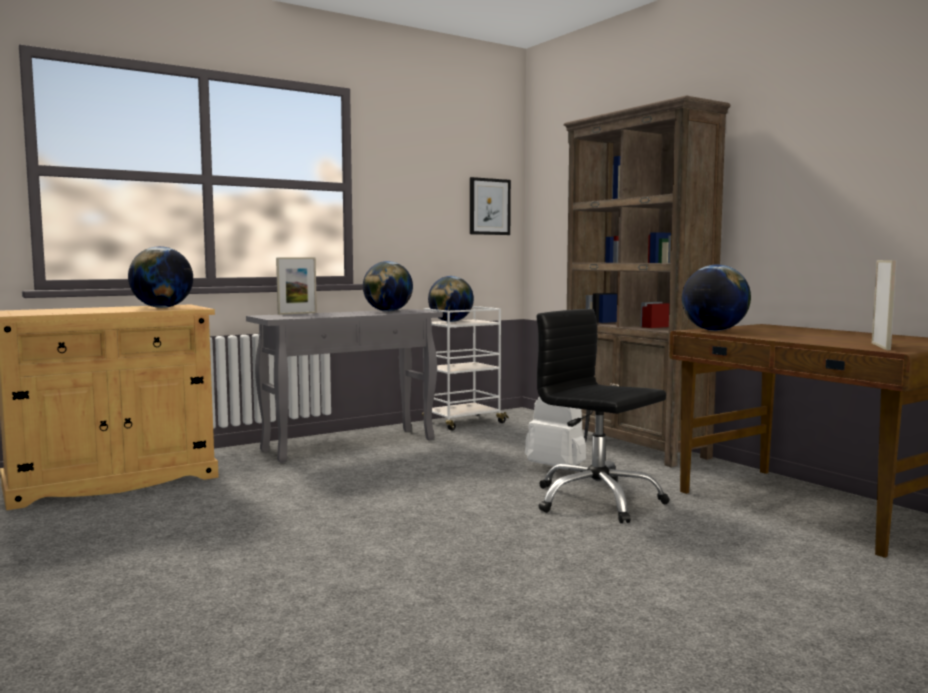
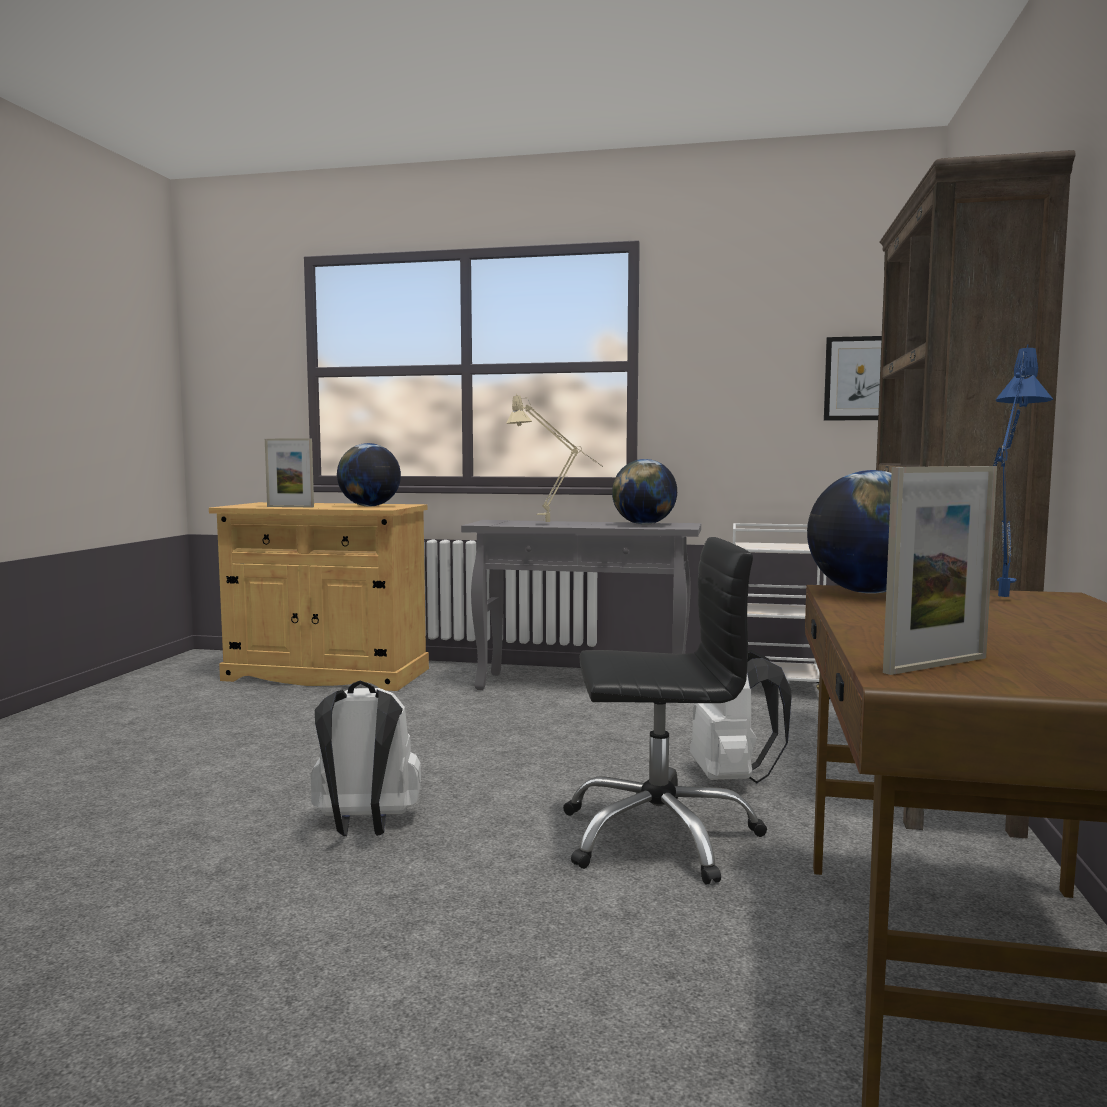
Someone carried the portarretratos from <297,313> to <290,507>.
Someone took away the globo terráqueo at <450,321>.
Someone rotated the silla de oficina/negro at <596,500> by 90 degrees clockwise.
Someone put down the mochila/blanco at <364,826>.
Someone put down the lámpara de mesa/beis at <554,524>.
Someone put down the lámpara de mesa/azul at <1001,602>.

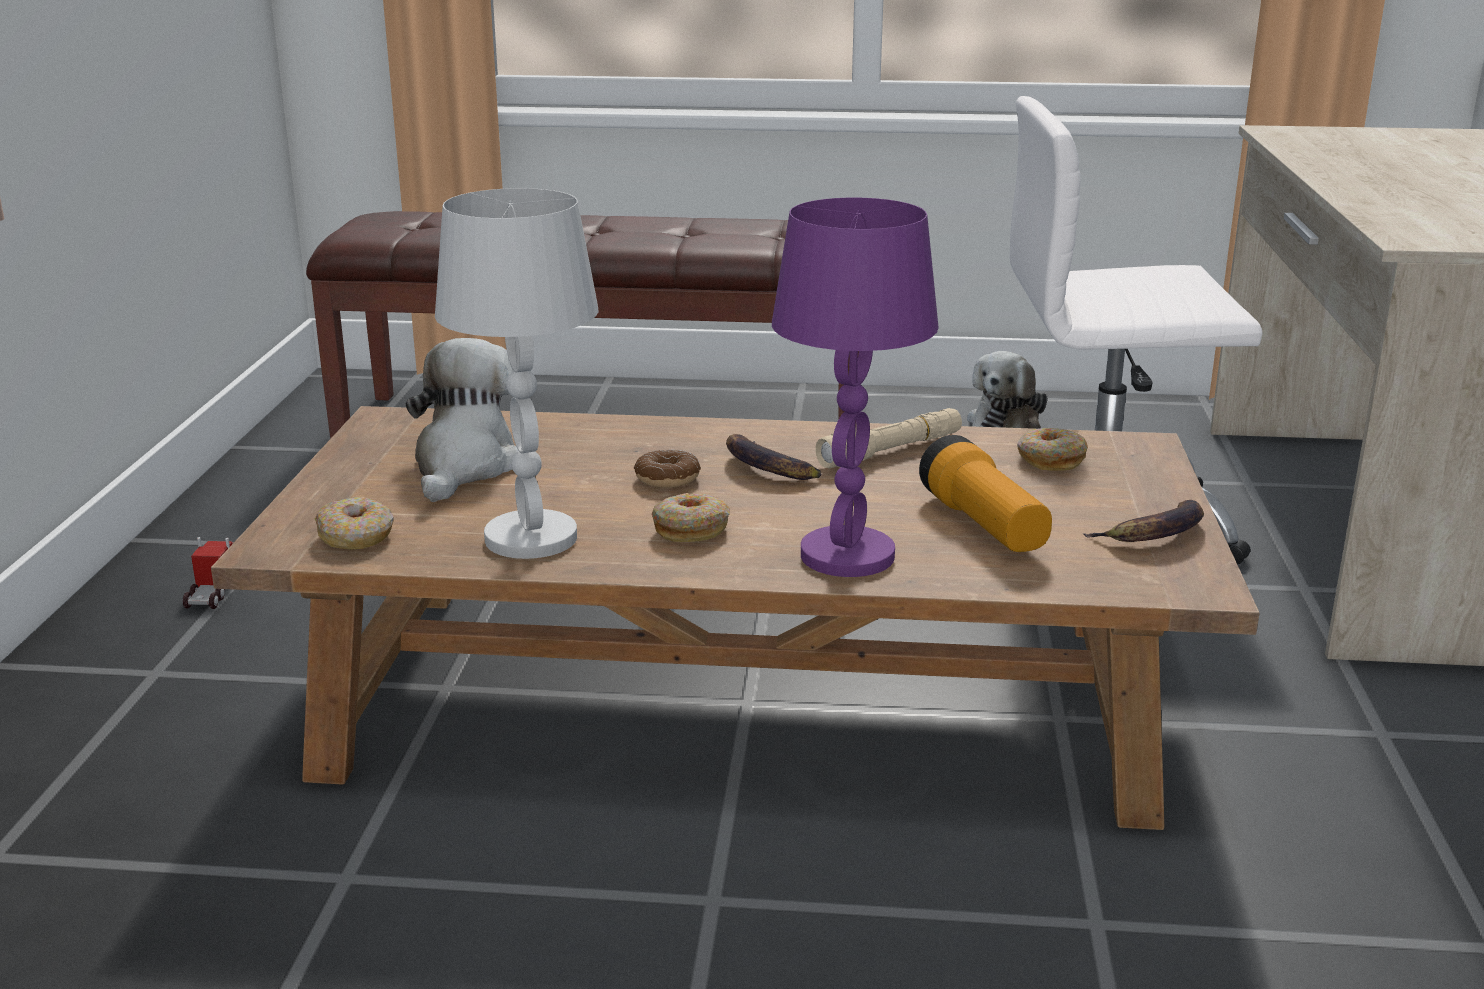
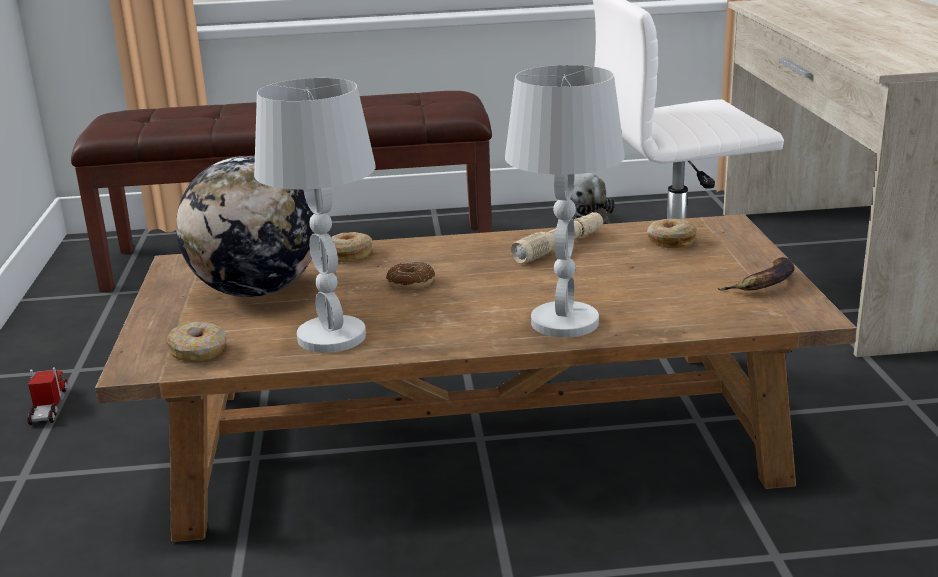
Someone swapped the peluche at <465,466> for the globo terráqueo at <256,291>.
Someone carried the rosquilla from <691,529> to <349,254>.
Someone took away the plátano at <766,467>.
Someone repainted the lámpara de mesa/morado at <847,555>, which became the lámpara de mesa/blanco at <564,322>.
Someone took away the linterna at <983,525>.

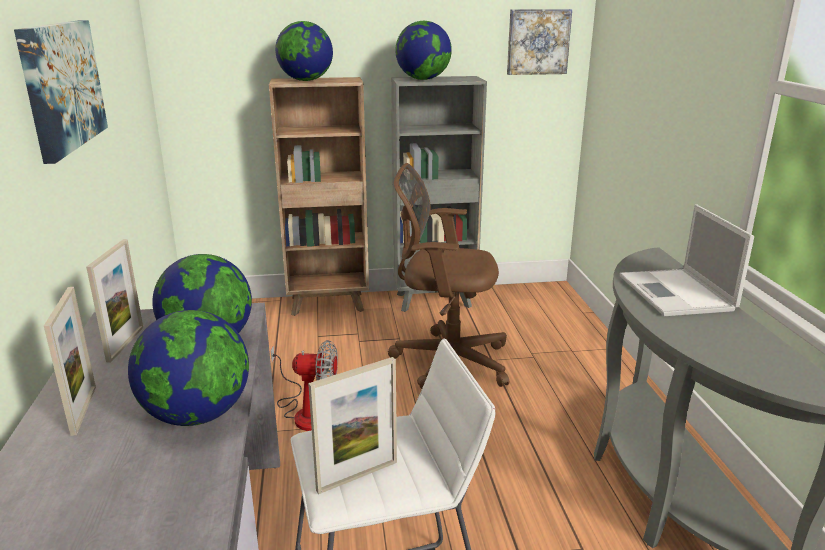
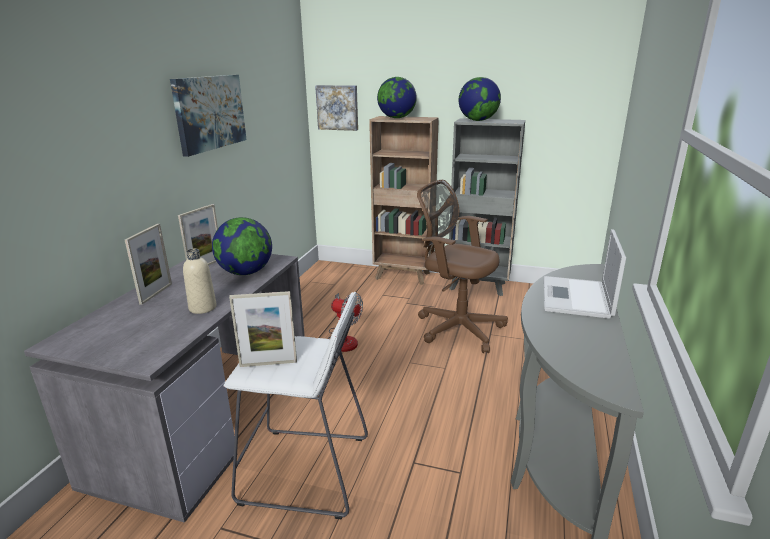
Someone swapped the globo terráqueo at <197,415> for the botella/beis at <202,308>.
Someone carried the cuadro from <537,42> to <338,107>.

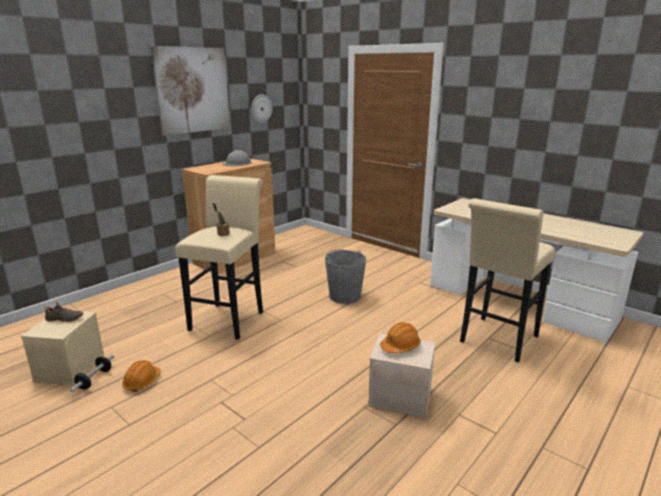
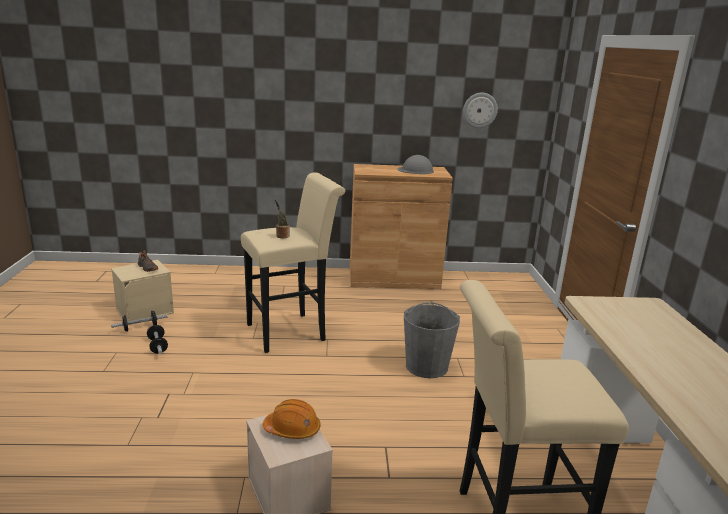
Someone swapped the casco/naranja at <142,382> for the mancuerna at <157,346>.
Someone took away the cuadro at <193,90>.

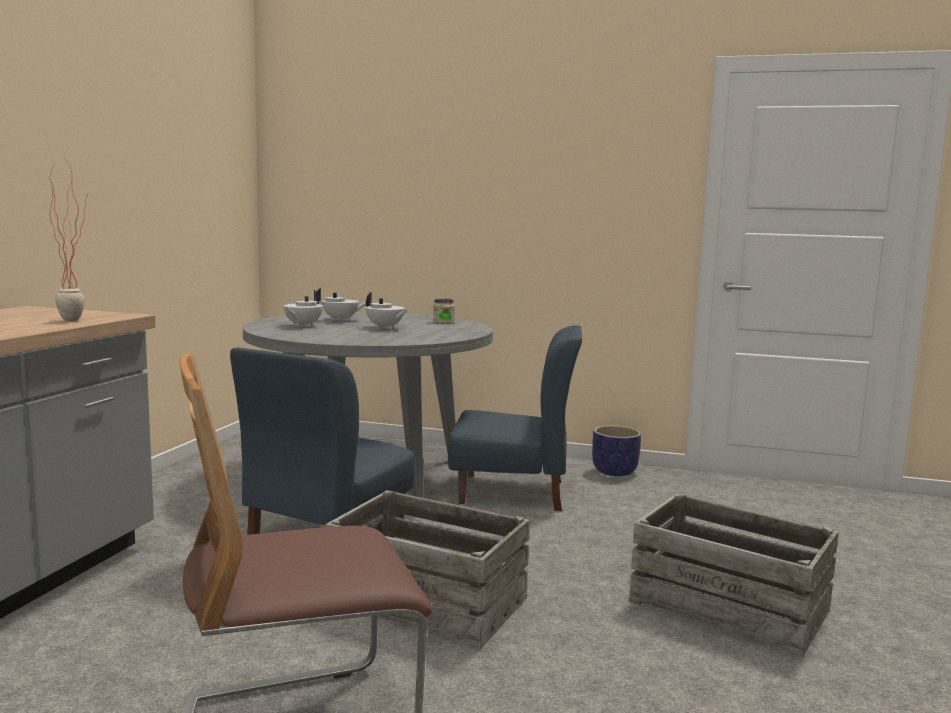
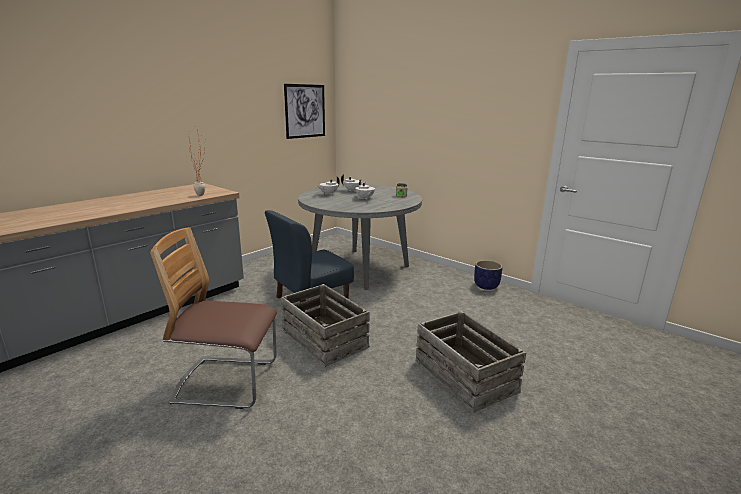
Someone took away the silla/azul at <513,492>.
Someone put up the cuadro at <305,111>.

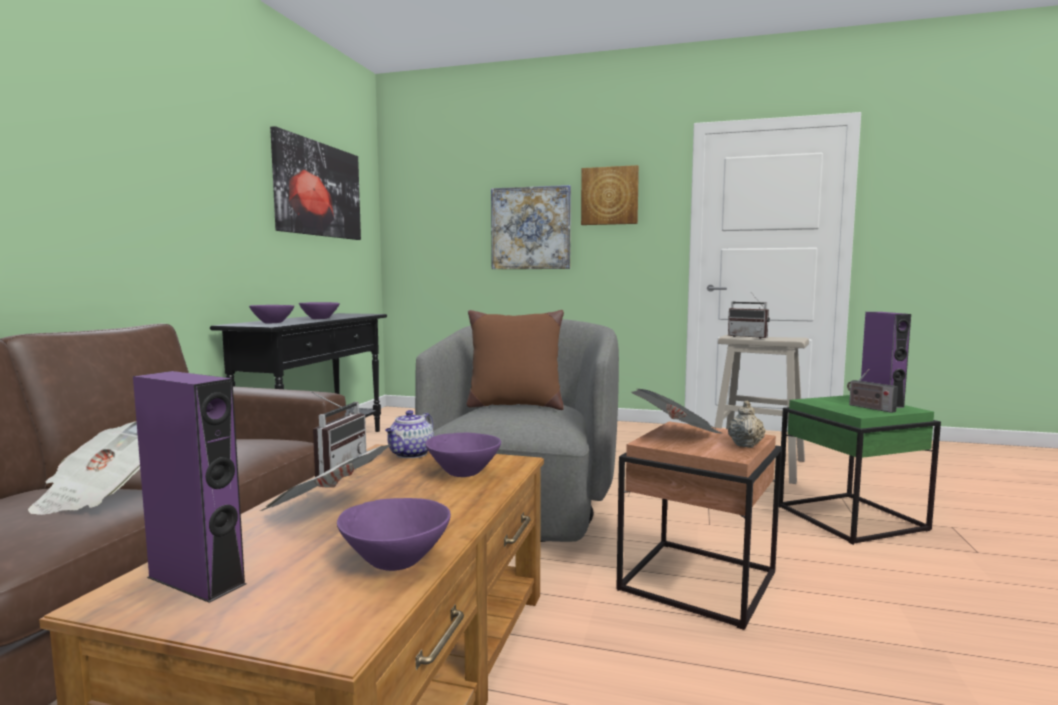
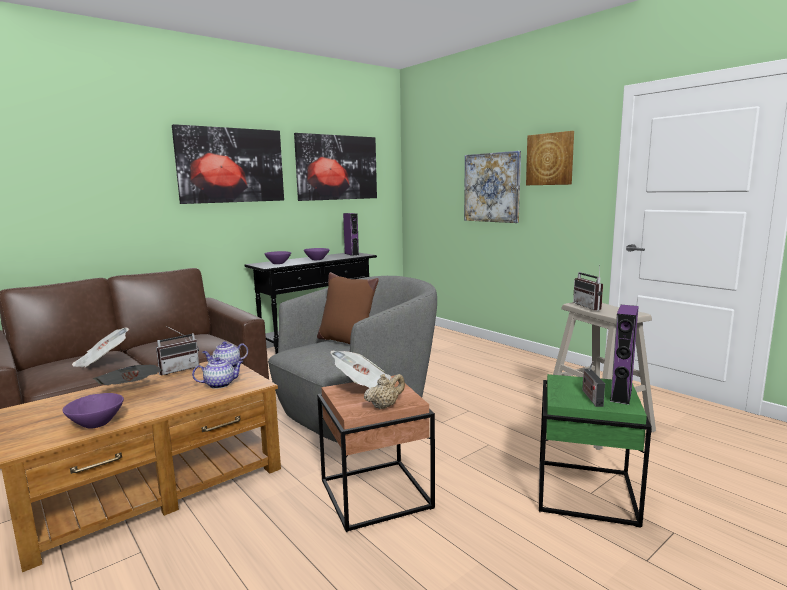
Someone carried the altavoz/morado from <196,580> to <351,254>.
Someone swapped the cuenco/morado at <463,472> for the tetera at <220,384>.
Someone put up the cuadro at <231,165>.

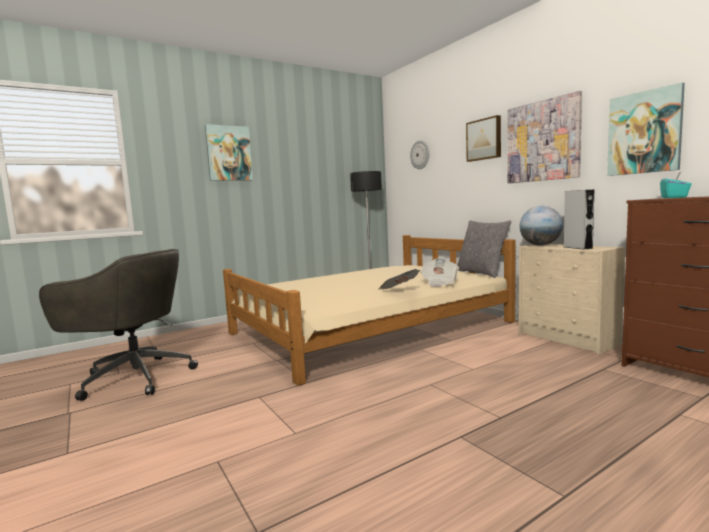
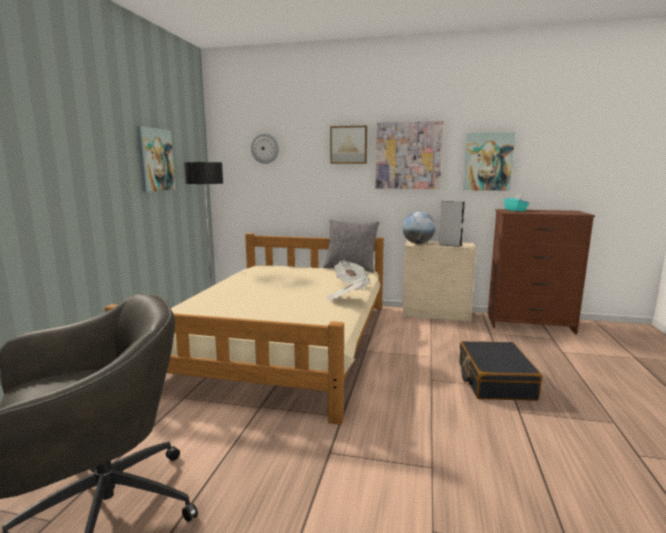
Someone carried the cuadro from <229,153> to <155,159>.
Someone put down the maleta/negro at <494,381>.

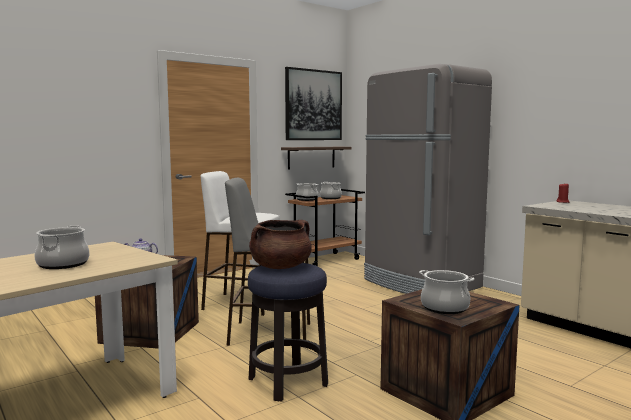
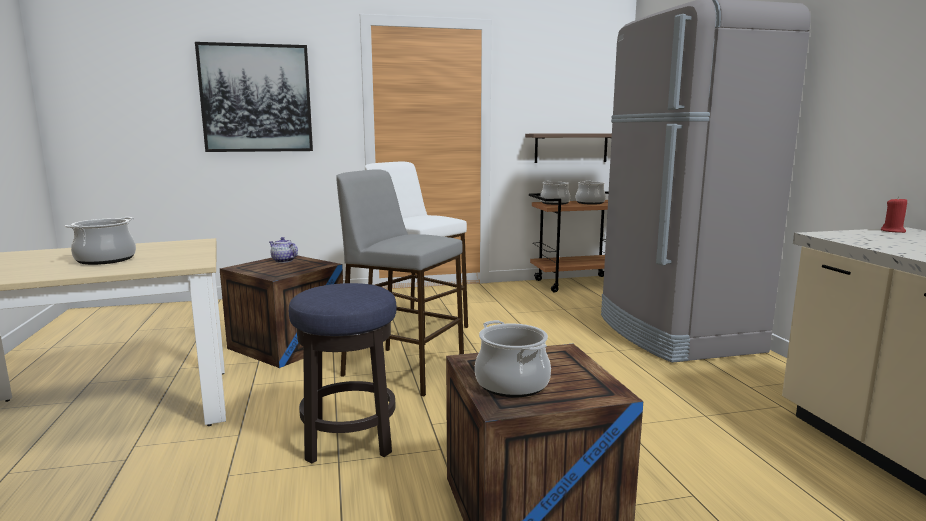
Someone took away the olla/marrón at <280,267>.
Someone carried the cuadro from <313,105> to <256,98>.

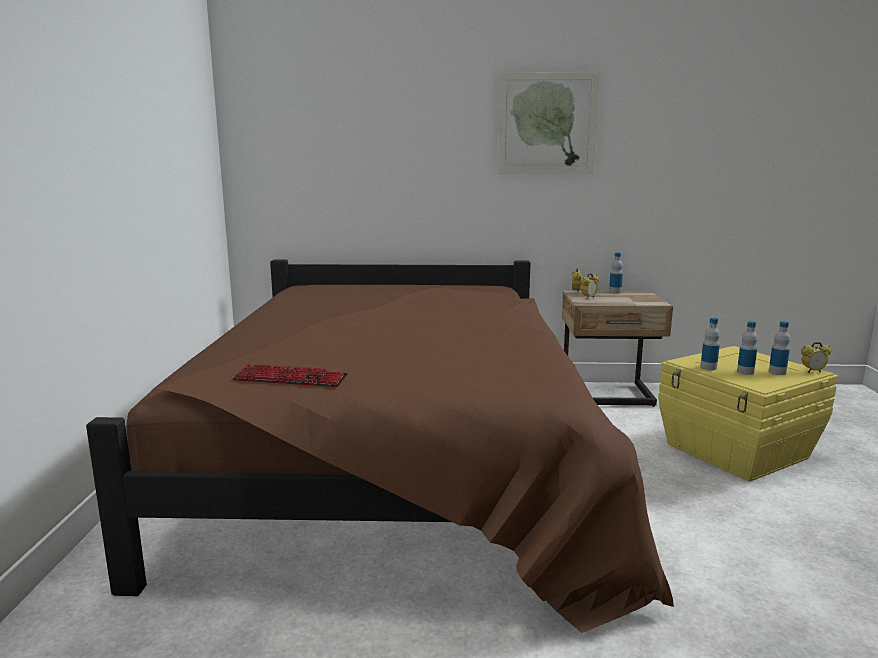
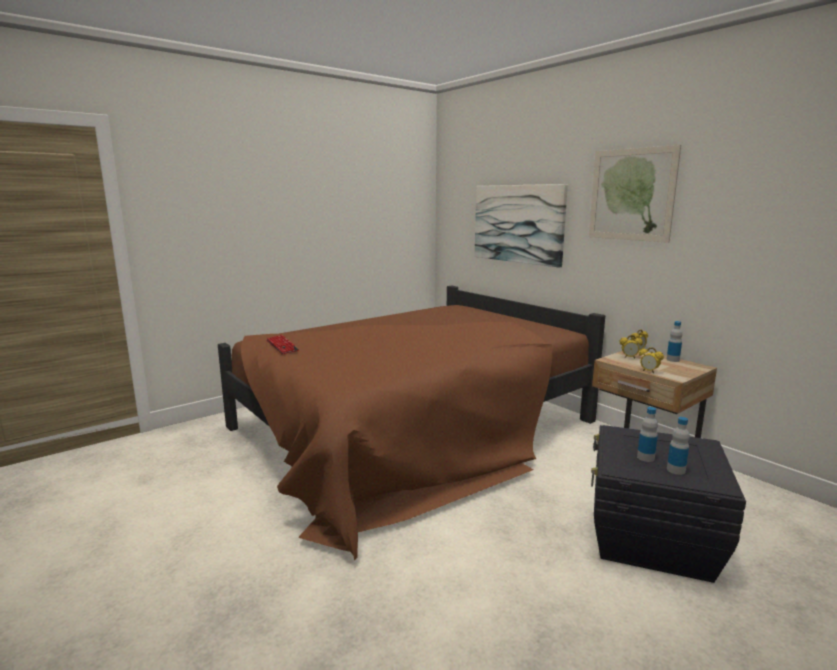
Someone repainted the caja de almacenaje/amarillo at <736,452>, which became the caja de almacenaje/negro at <650,539>.
Someone took away the botella at <708,368>.
Someone carried the despertador from <812,371> to <649,371>.
Someone put up the cuadro at <518,223>.

